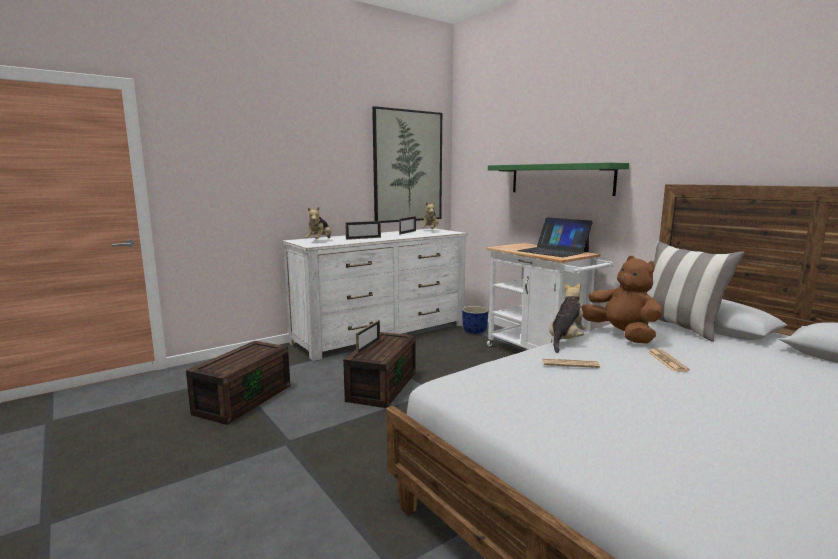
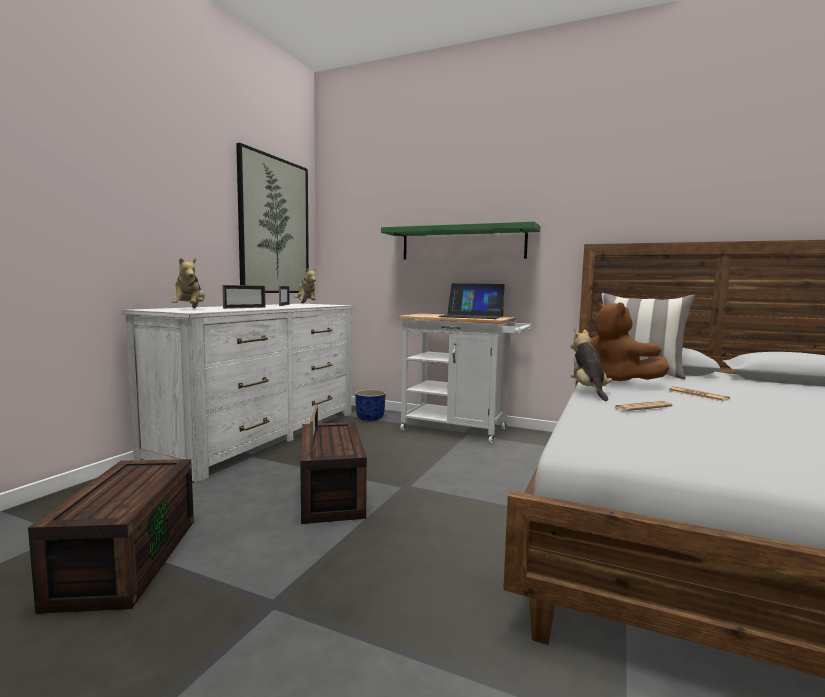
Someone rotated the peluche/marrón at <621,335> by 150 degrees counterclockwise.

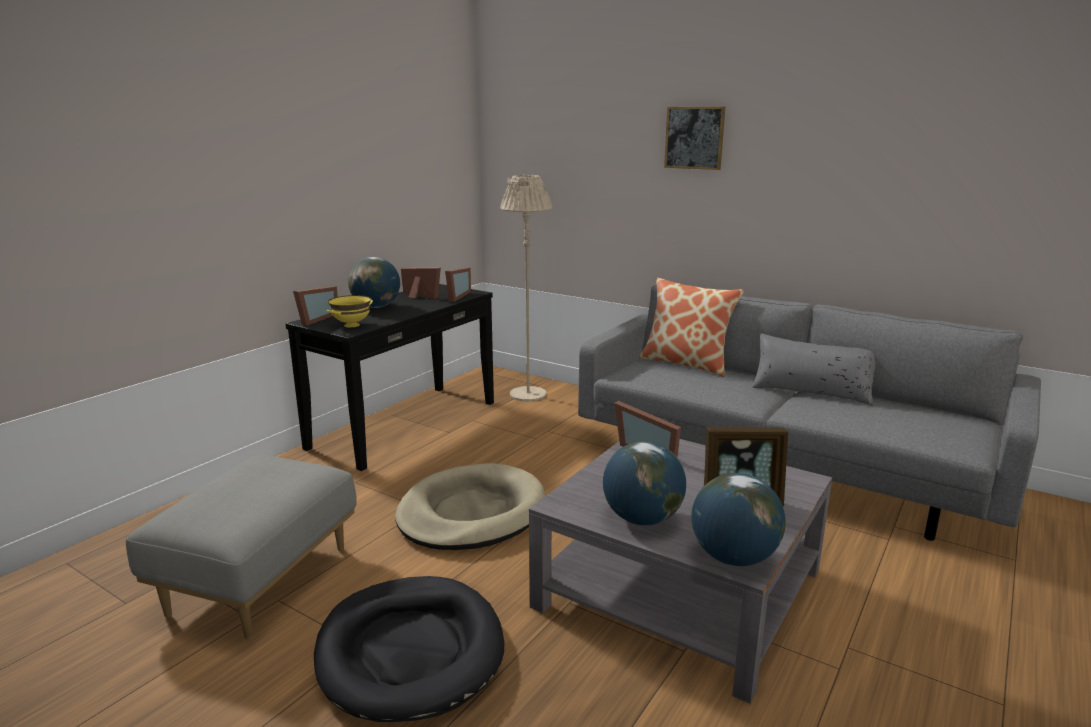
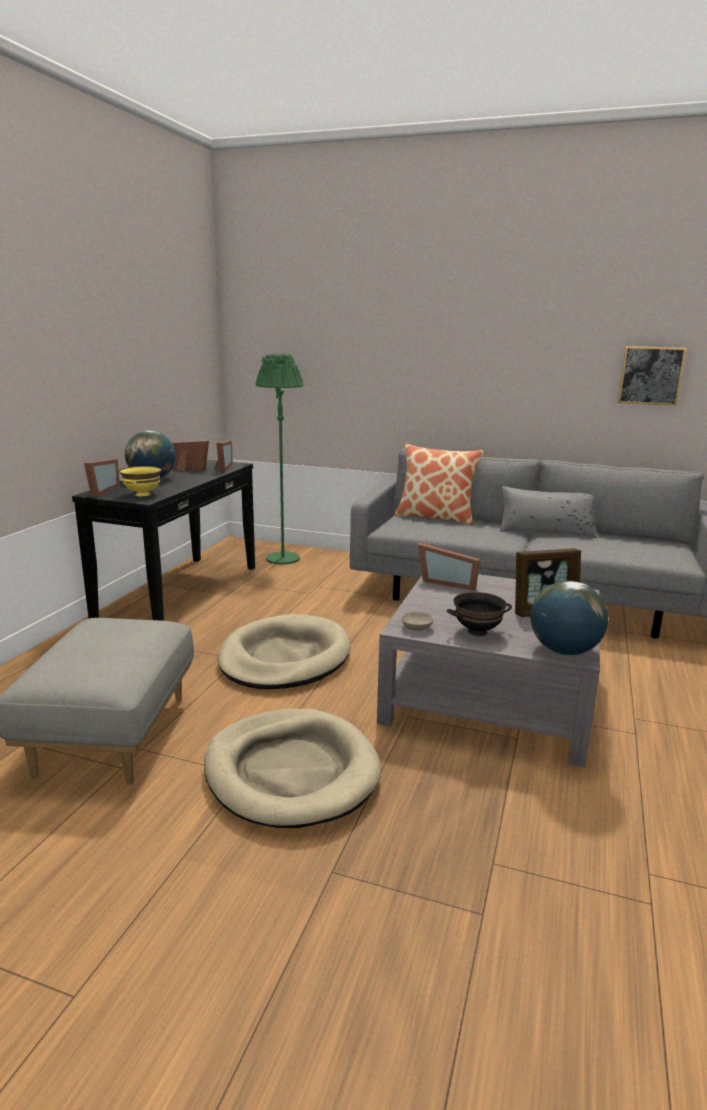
Someone repainted the cama para perro/negro at <410,651>, which became the cama para perro/beis at <291,771>.
Someone repainted the lámpara de pie/beis at <528,394>, which became the lámpara de pie/verde at <283,558>.
Someone swapped the globo terráqueo at <642,519> for the cuenco/negro at <477,632>.
Someone carried the cuadro from <694,138> to <651,375>.
Someone put down the cuenco/beis at <417,628>.

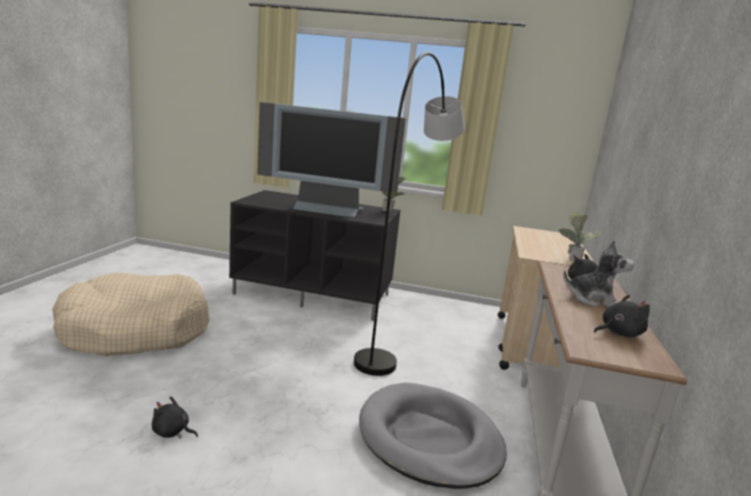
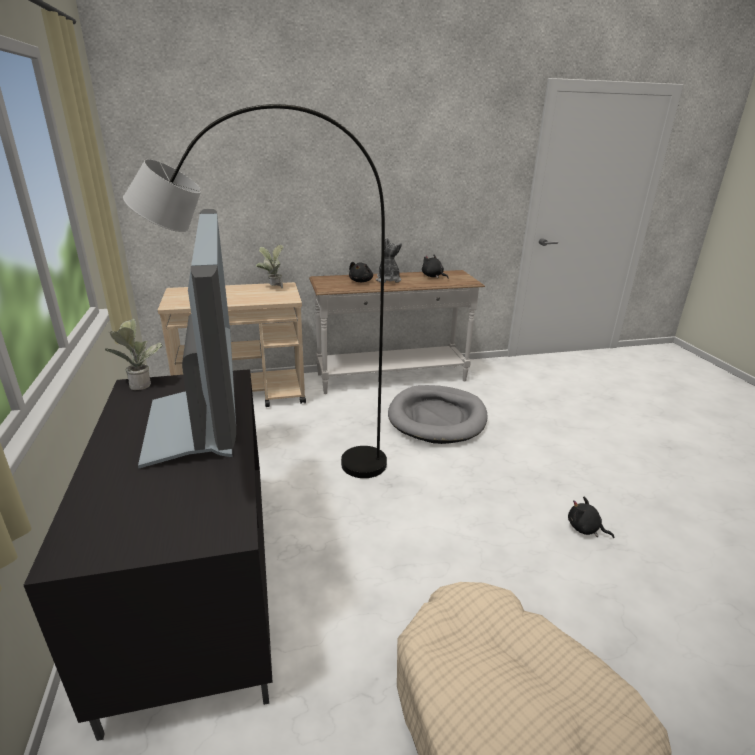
Someone rotated the peluche/negro at <172,432> by 135 degrees clockwise.

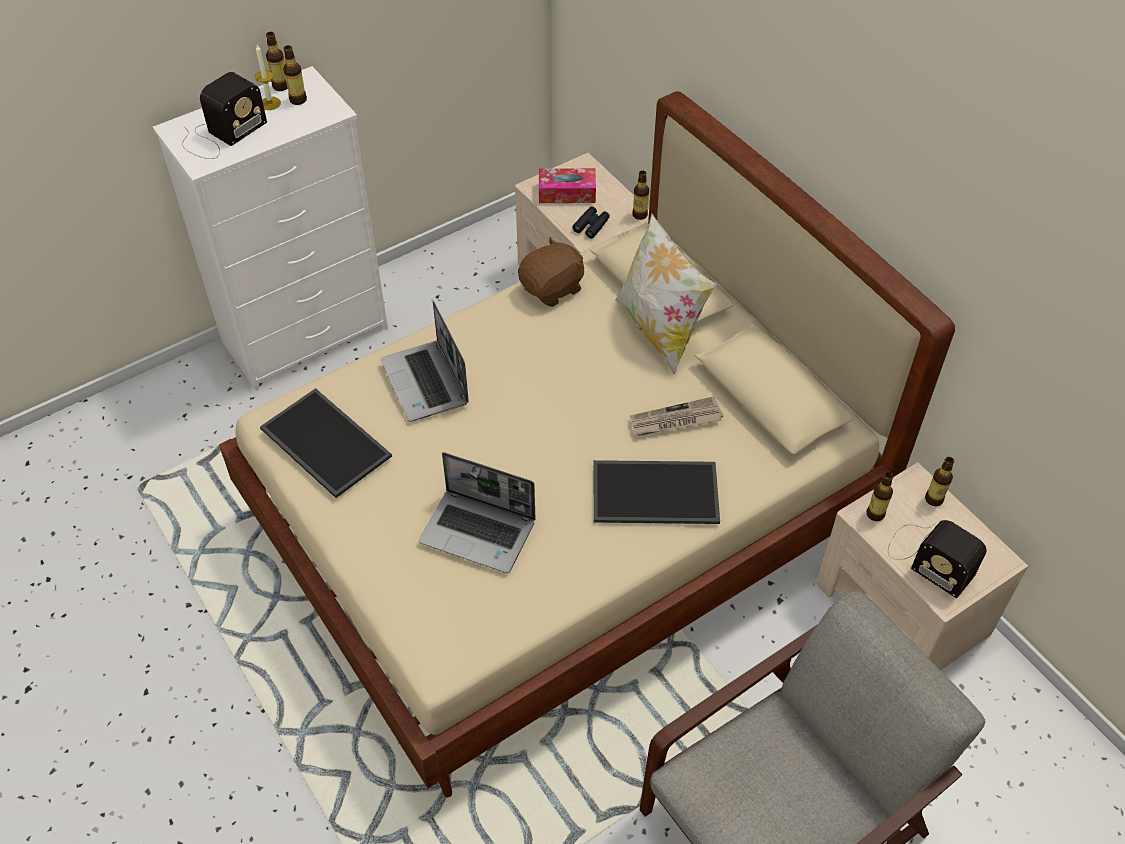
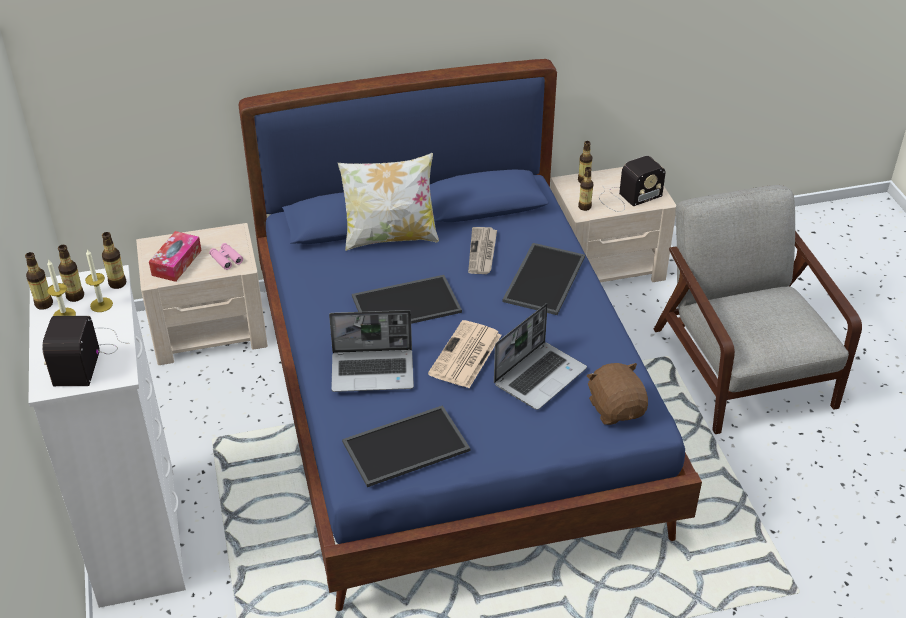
Someone rotated the radio at <221,135> by 150 degrees counterclockwise.
Someone repainted the cama/beis at <563,521>, which became the cama/azul at <454,409>.
Someone carried the peluche/marrón from <552,288> to <616,409>.
Someone repainted the prismáticos/negro at <591,225>, which became the prismáticos/rosa at <226,259>.
Someone carried the botella from <640,215> to <117,283>.
Someone put down the vela at <101,305>.
Someone put down the bandeja at <407,303>.
Someone put down the periódico at <465,356>.

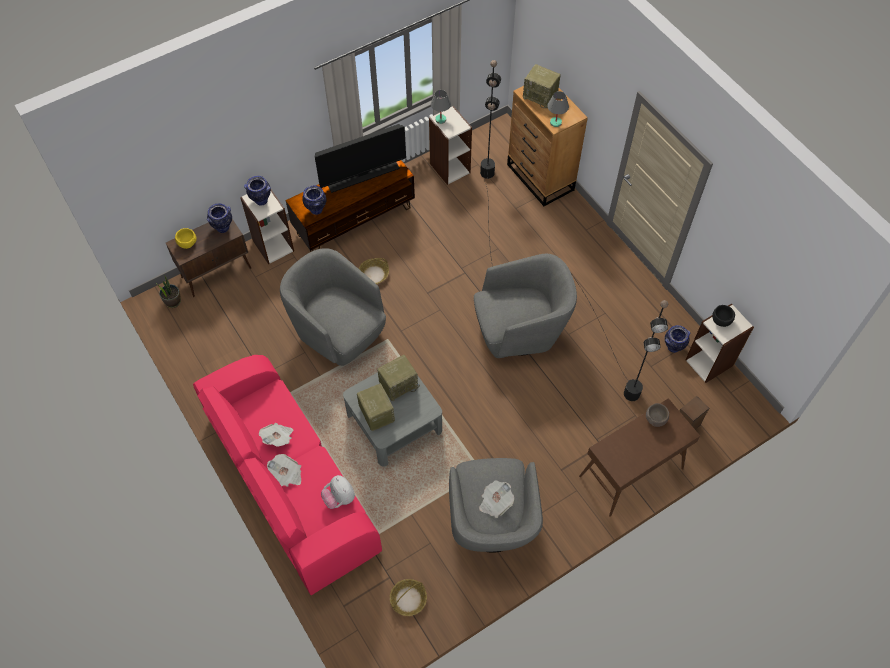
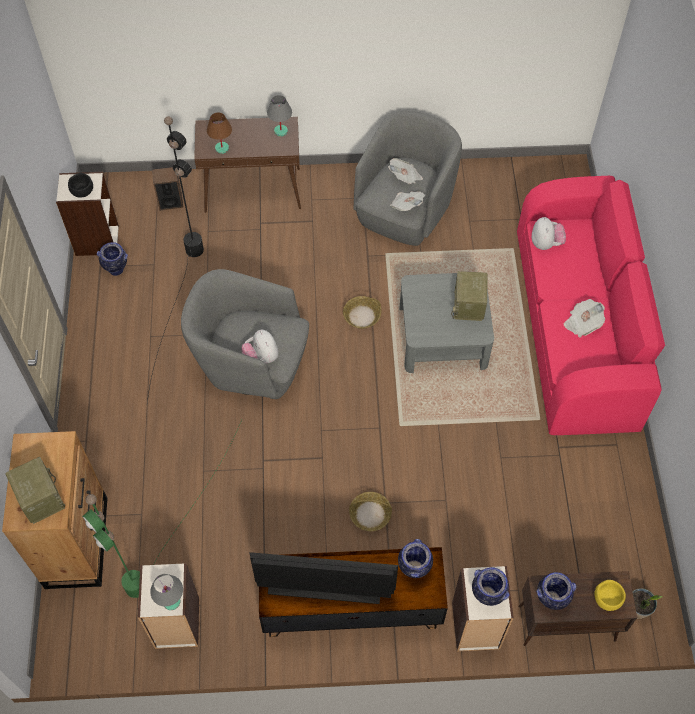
Someone carried the periódico from <286,475> to <406,205>.
Someone took away the sillón/gris at <338,330>.
Someone took away the radio at <398,384>.
Someone carried the cesta from <408,599> to <362,316>.
Someone repainted the lámpara de pie/negro at <488,204>, which became the lámpara de pie/verde at <169,538>.
Someone carried the lámpara de mesa/gris from <555,122> to <281,131>.
Someone swapped the cuenco/marrón at <655,419> for the lámpara de mesa/marrón at <221,148>.
Someone put down the peluche at <261,357>.

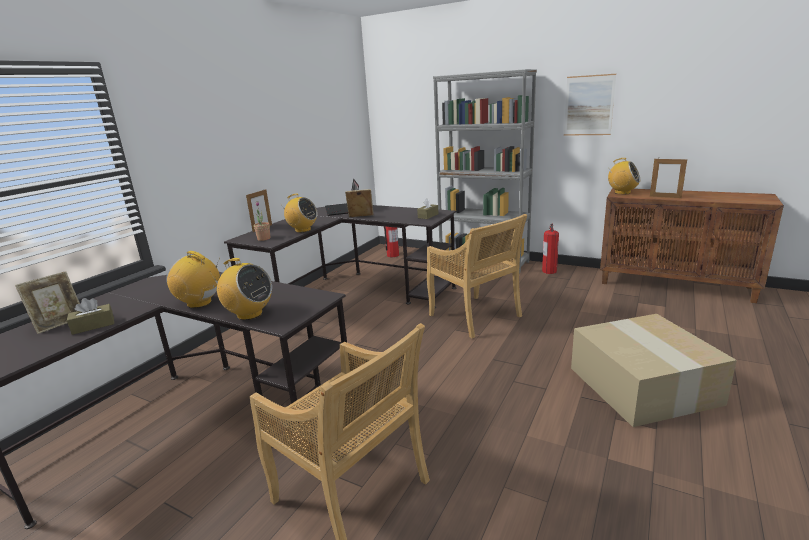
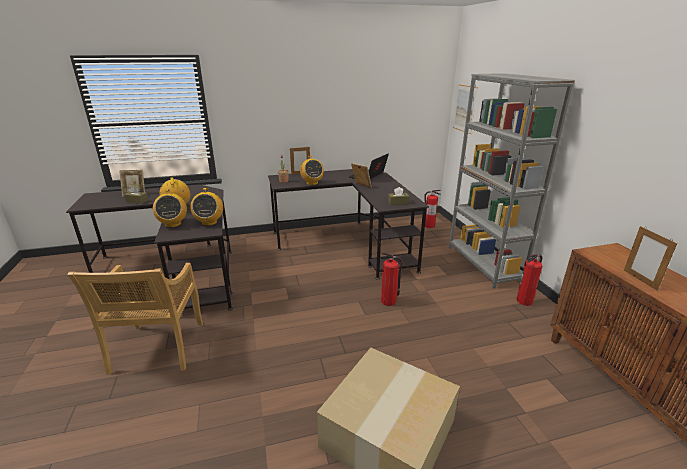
Someone swapped the silla/beis at <475,317> for the extintor at <389,301>.
Someone carried the cuadro from <589,105> to <465,108>.
Someone carried the radio from <622,192> to <209,222>.

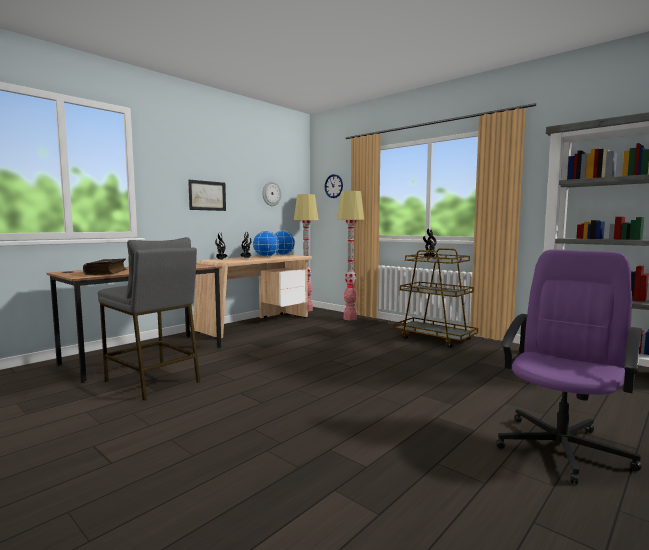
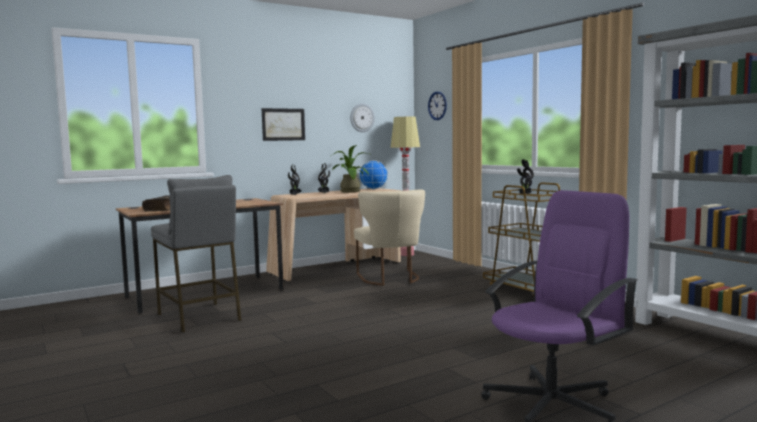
Someone swapped the globo terráqueo at <266,257> for the planta en maceta at <350,191>.
Someone took away the lámpara de pie at <350,318>.
Someone put down the silla/beis at <390,279>.

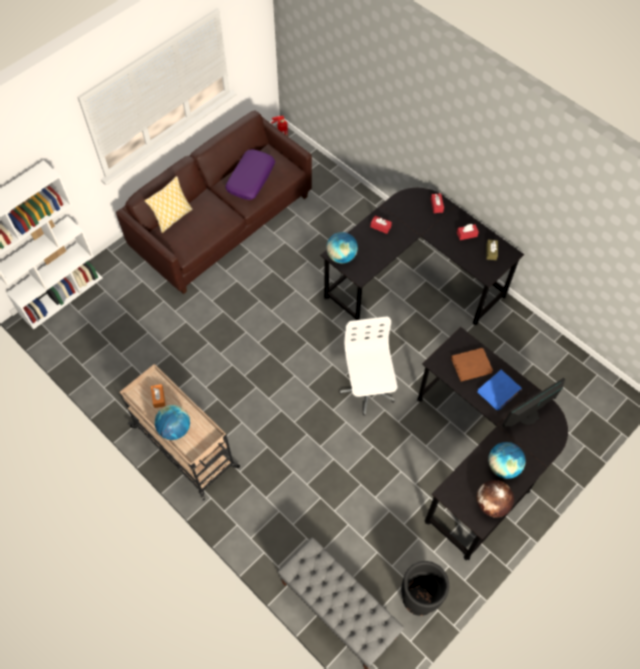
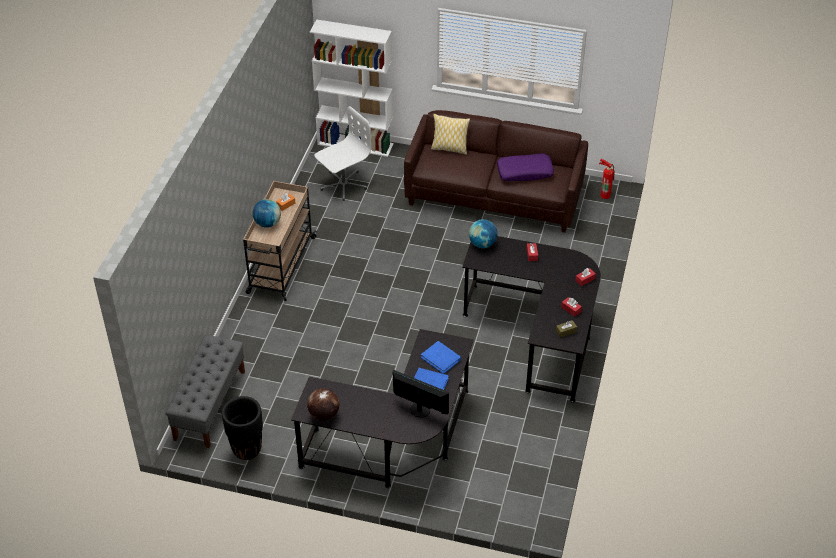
Someone carried the silla de oficina/blanco from <367,390> to <343,185>.
Someone repainted the libro/marrón at <471,365>, which became the libro/azul at <441,358>.
Someone took away the globo terráqueo at <503,466>.

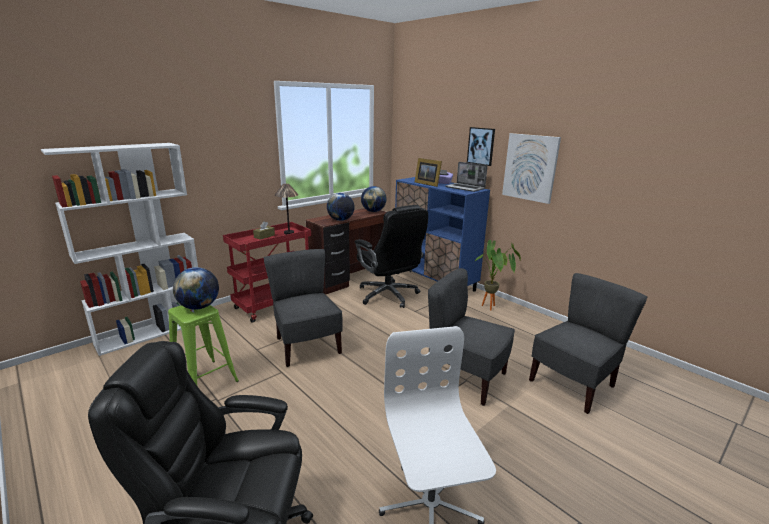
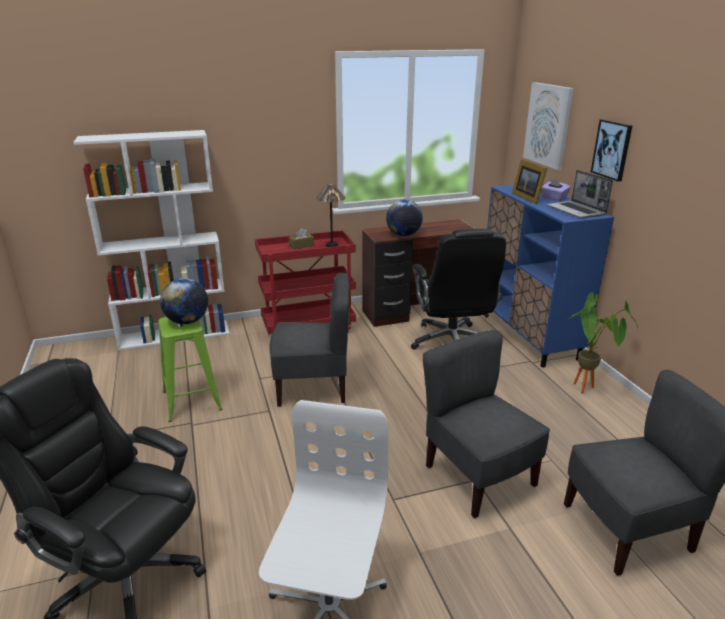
Someone rotated the silla/gris at <306,346> by 90 degrees clockwise.
Someone took away the globo terráqueo at <373,211>.
Someone carried the cuadro from <530,167> to <548,125>.

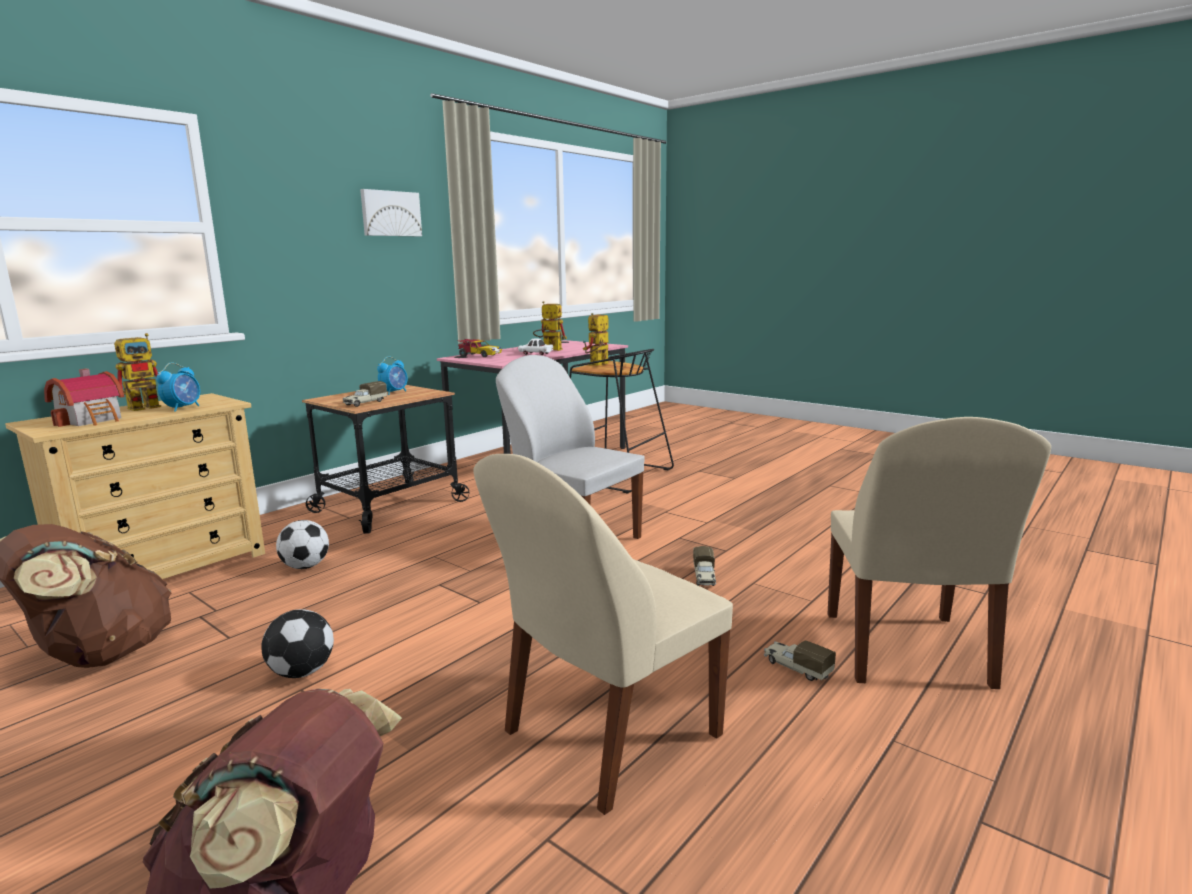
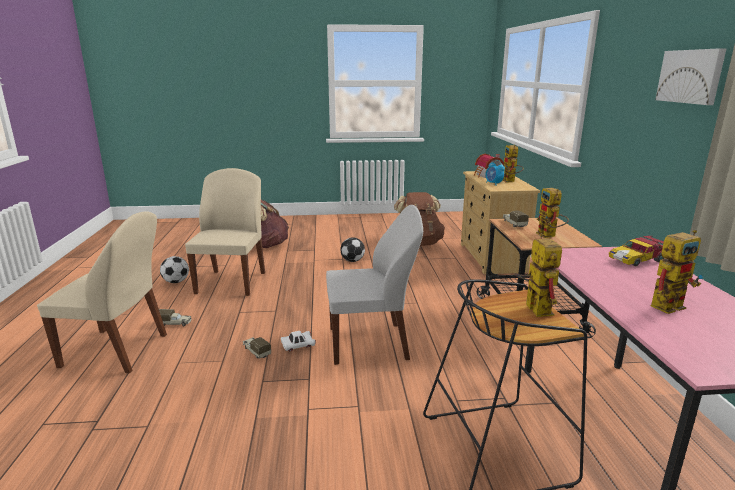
Someone carried the balón de fútbol from <305,566> to <176,282>.
Someone swapped the despertador at <394,392> for the robot de juguete at <549,236>.
Someone carried the coche de juguete/blanco from <536,354> to <298,346>.
Someone rotated the silla/beis at <906,652> by 135 degrees clockwise.

